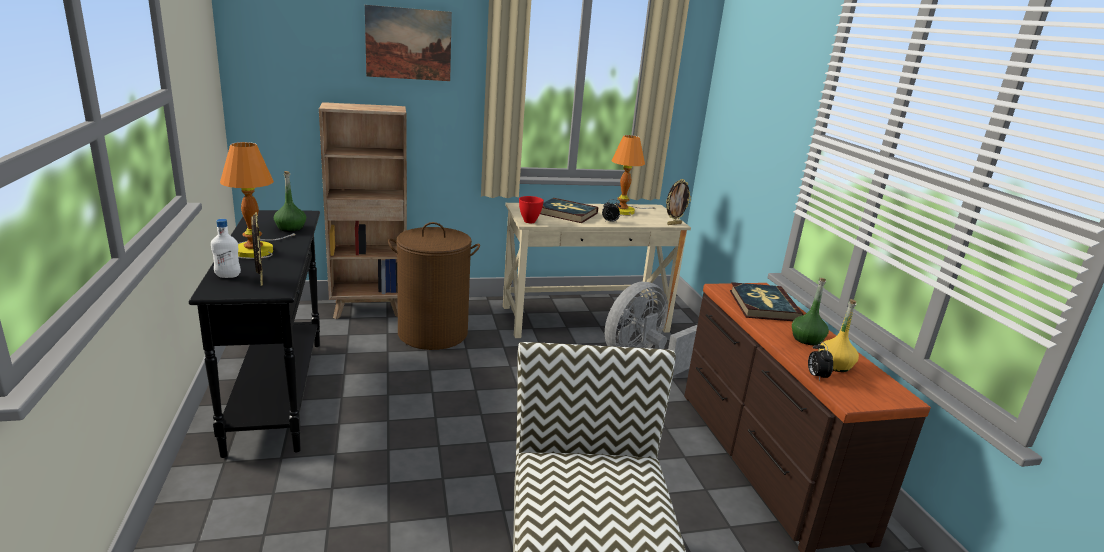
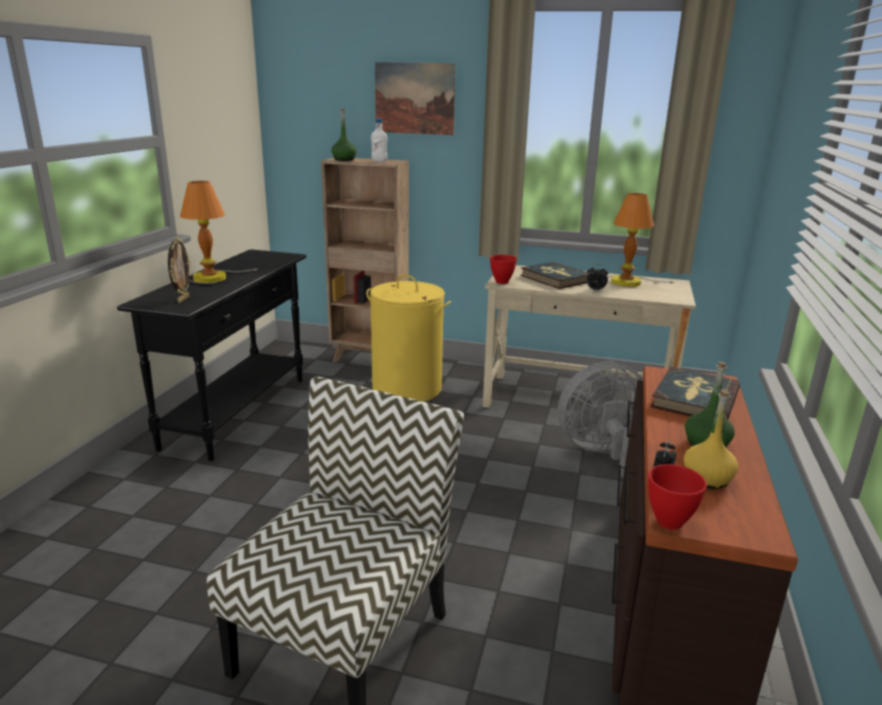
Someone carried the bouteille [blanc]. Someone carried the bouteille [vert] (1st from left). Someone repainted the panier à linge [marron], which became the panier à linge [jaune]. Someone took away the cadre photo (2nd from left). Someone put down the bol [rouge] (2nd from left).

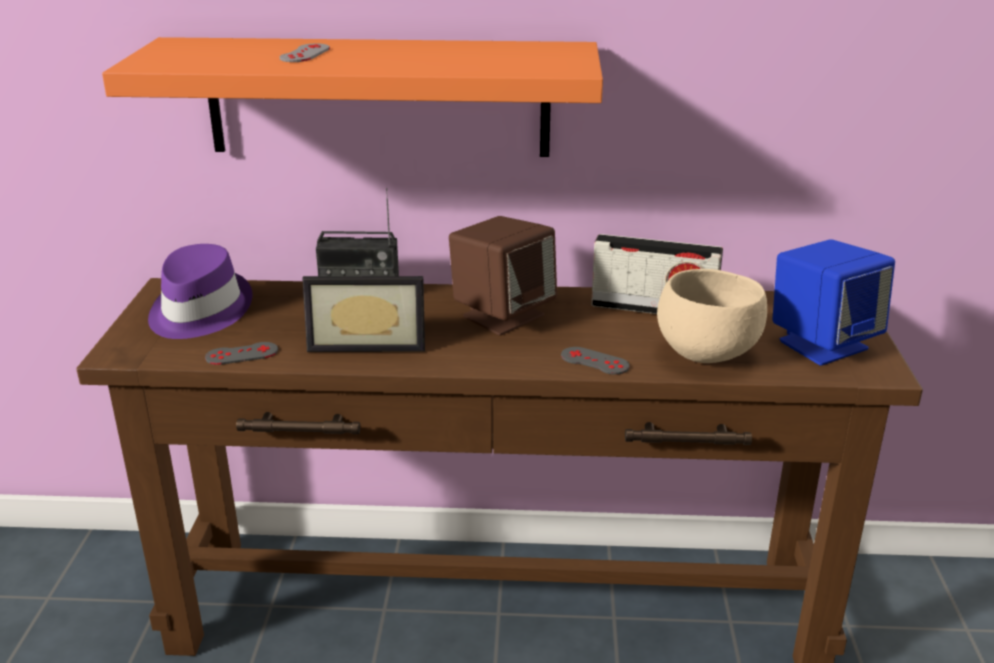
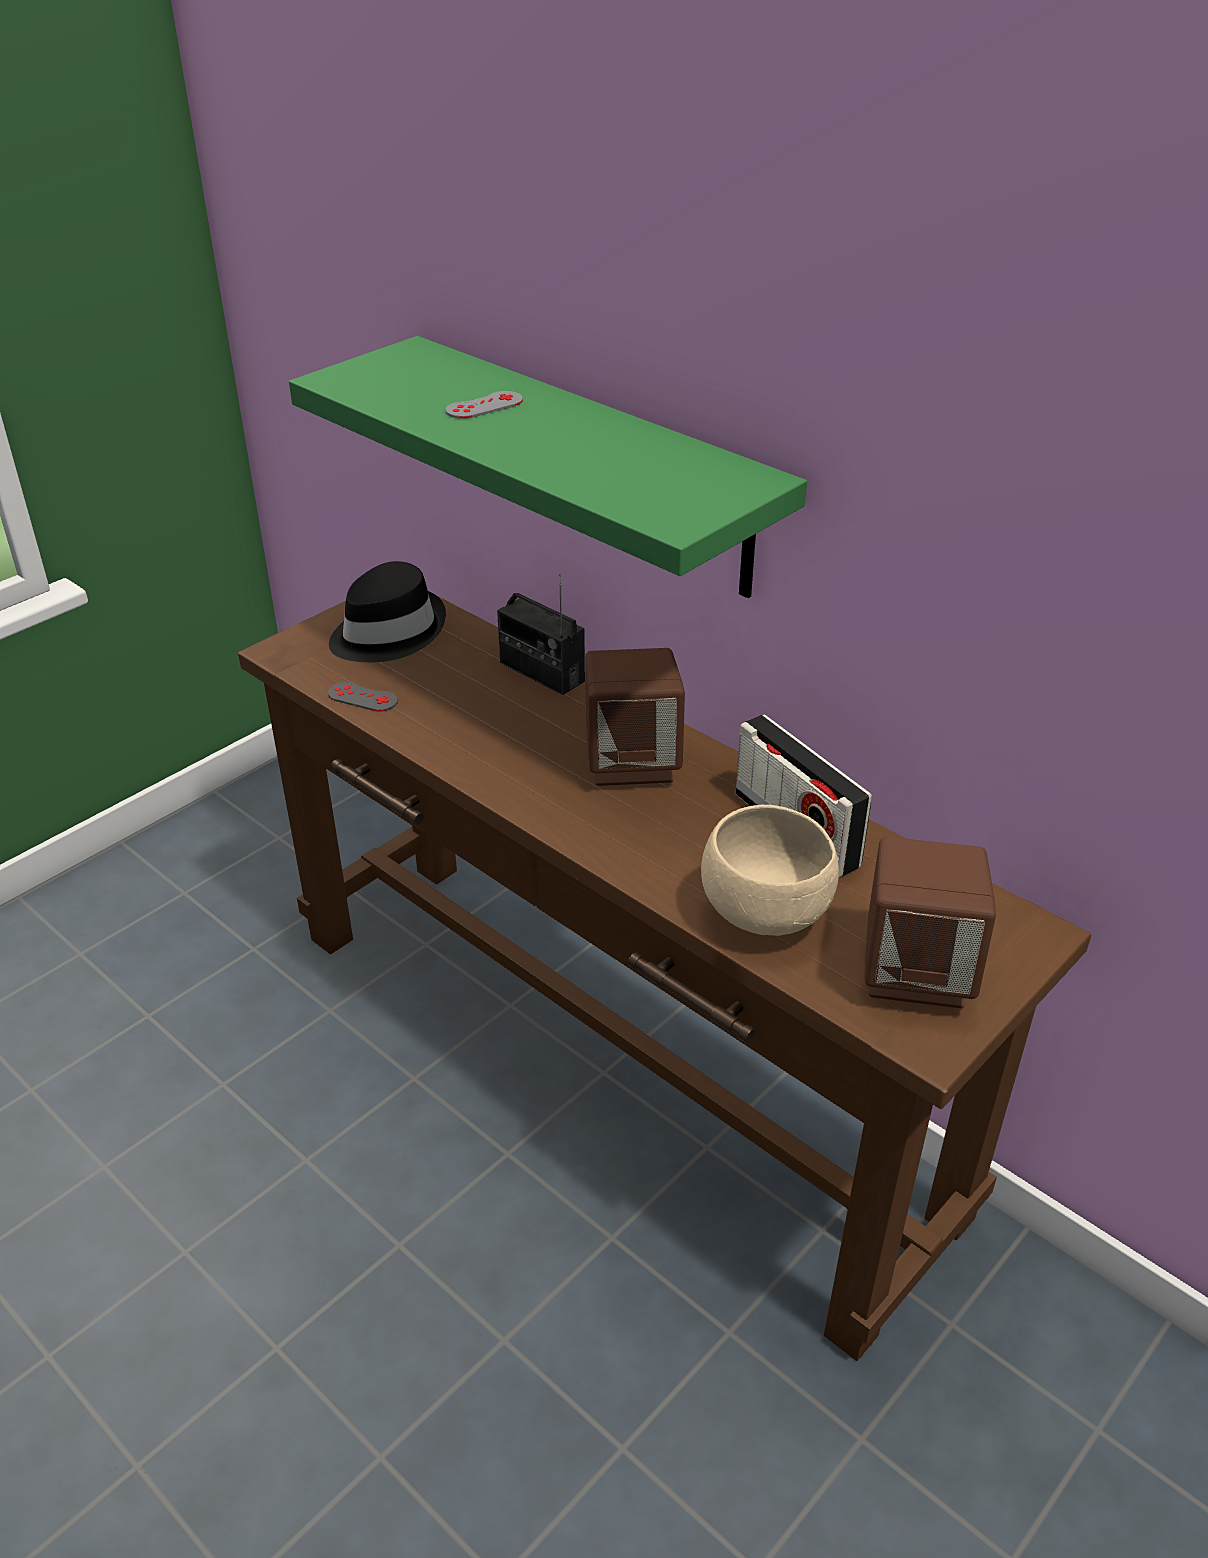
Someone repainted the étagère [orange], which became the étagère [vert]. Someone repainted the chapeau [violet], which became the chapeau [noir]. Someone took away the cadre photo. Someone took away the manette [gris] (3rd from left). Someone repainted the enceinte [bleu], which became the enceinte [marron] (2nd from left).

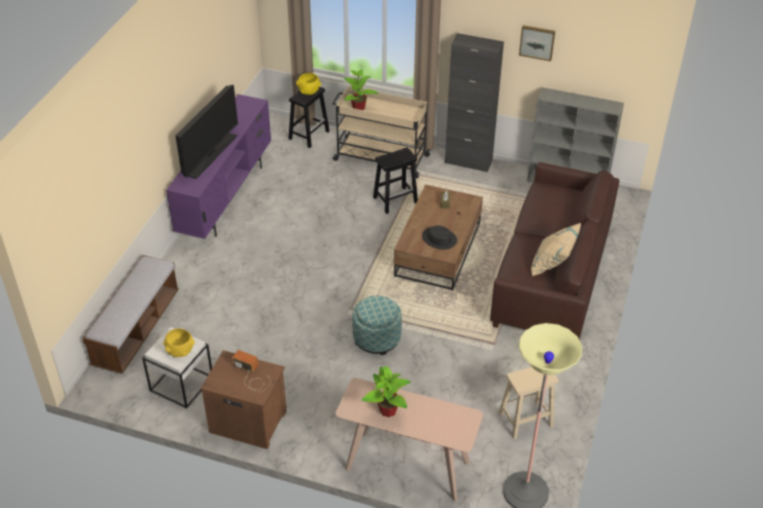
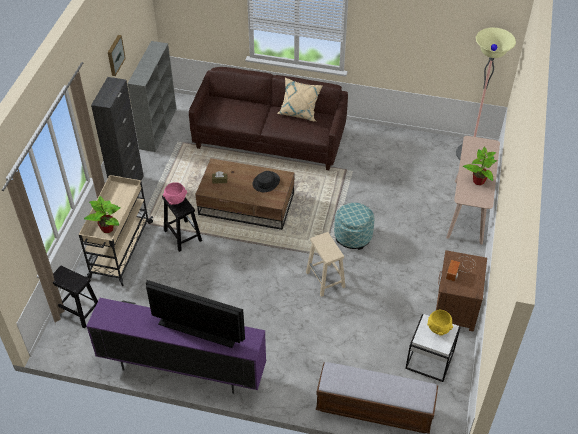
Someone took away the bol [jaune] (2nd from left). Someone carried the tabouret [beige]. Someone put down the bol [rose].

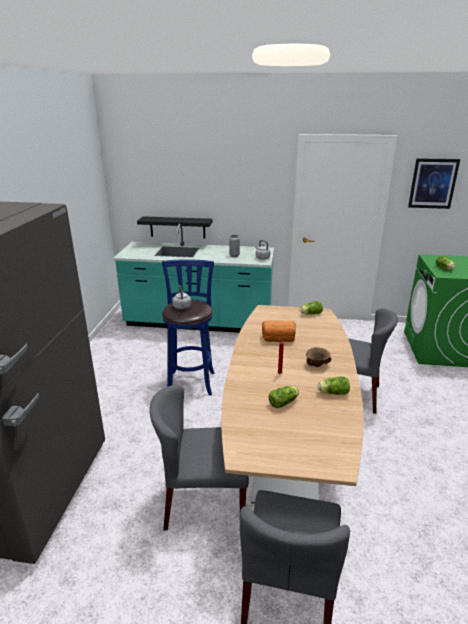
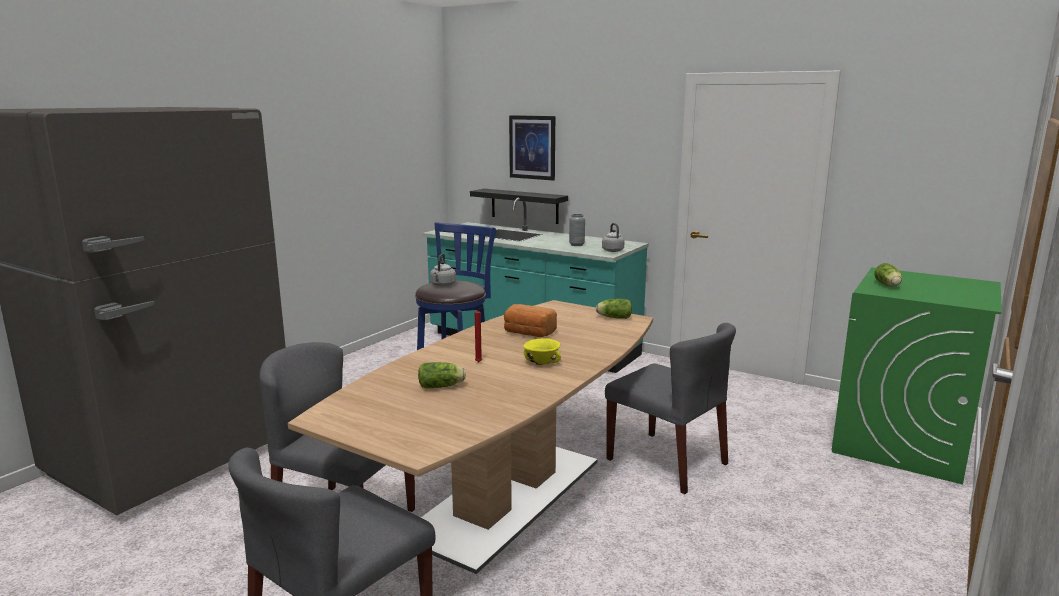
Someone repainted the bol [marron], which became the bol [jaune]. Someone took away the laitue (3rd from left). Someone carried the tableau.

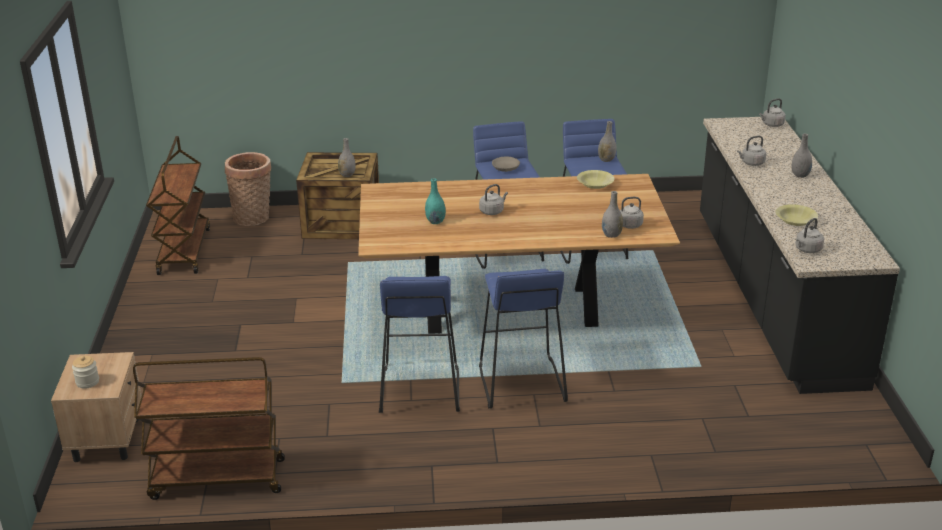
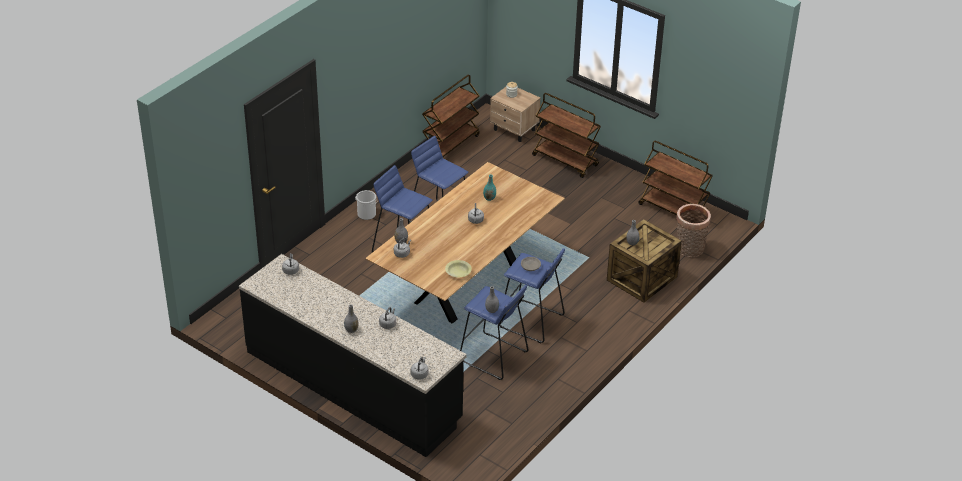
Someone took away the bol [jaune] (2nd from left). Someone put down the seau. Someone put down the chariot [marron] (2nd from left).

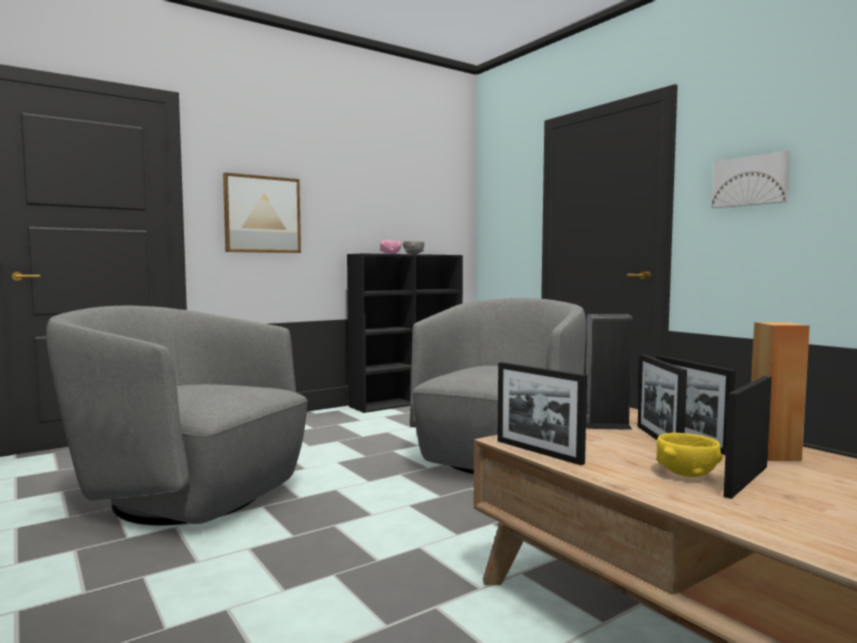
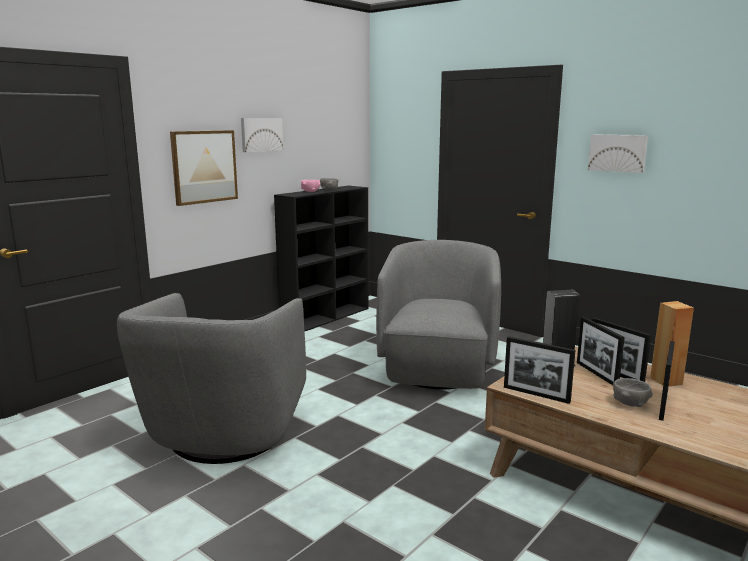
Someone rotated the fauteuil [gris] (1st from left) by 90 degrees counterclockwise. Someone repainted the bol [jaune], which became the bol [gris] (2nd from left). Someone put up the tableau (2nd from left).

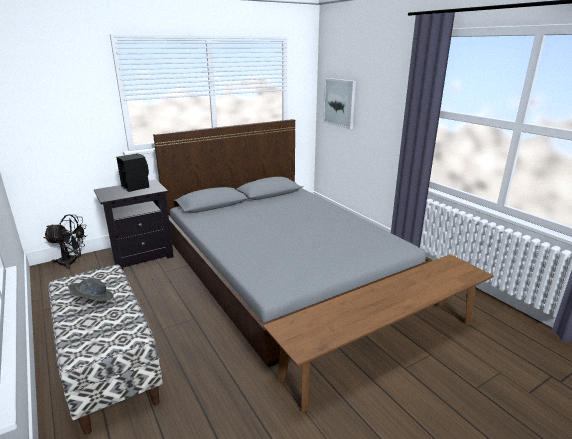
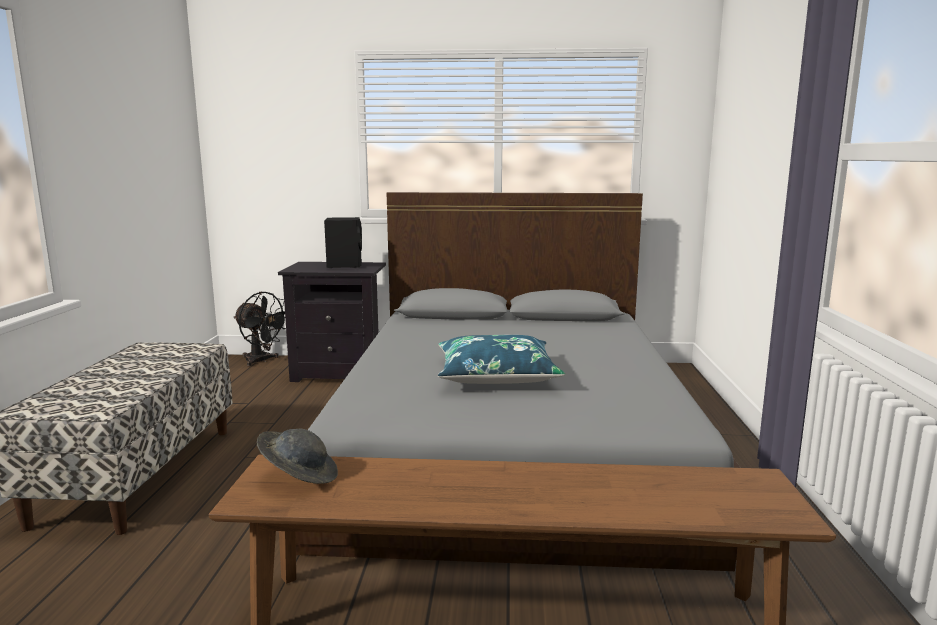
Someone carried the chapeau [gris]. Someone took away the tableau. Someone put down the coussin [bleu].

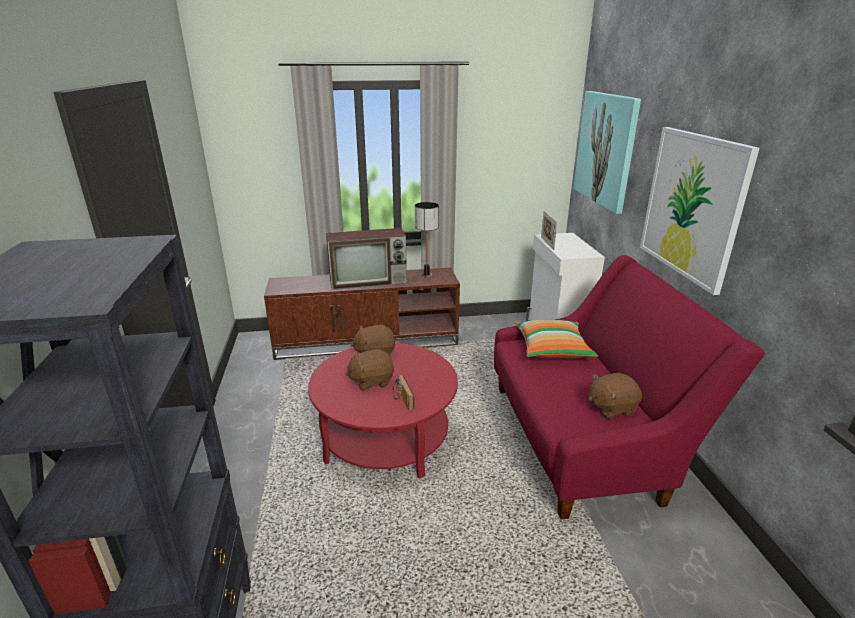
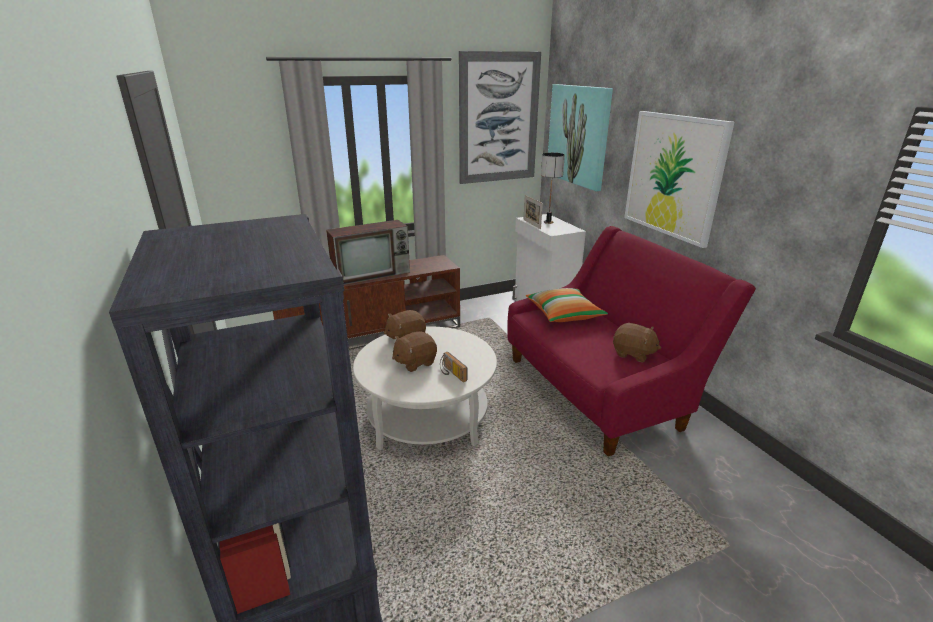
Someone repainted the table basse [rouge], which became the table basse [blanc]. Someone carried the lampe de table. Someone rotated the peluche [marron] (3rd from left) by 120 degrees counterclockwise. Someone put up the tableau (1st from left).

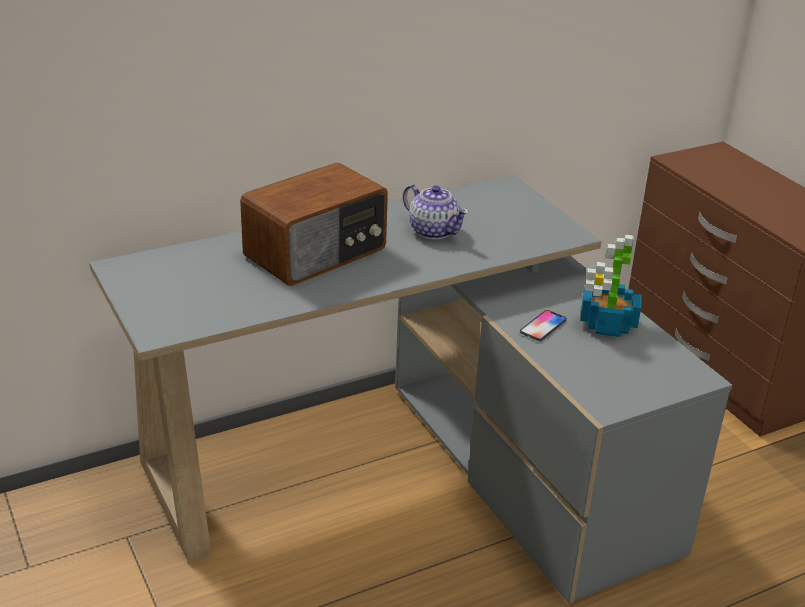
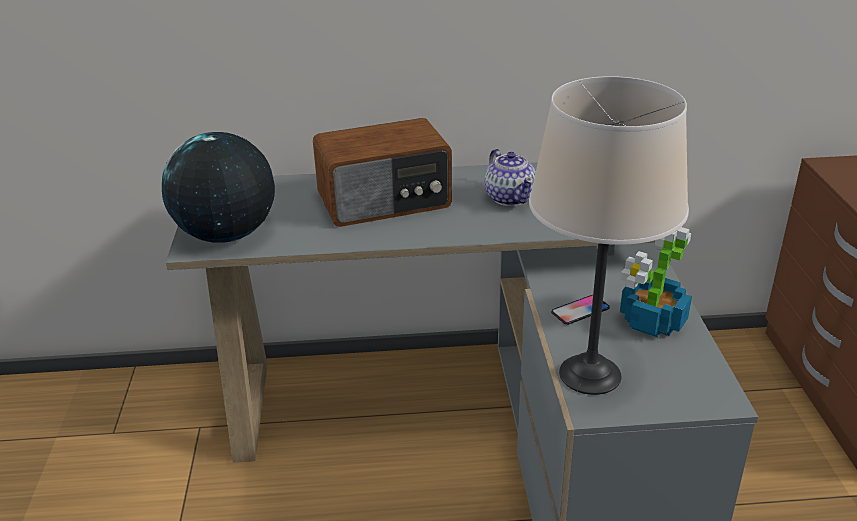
Someone put down the globe. Someone put down the lampe de table [beige].

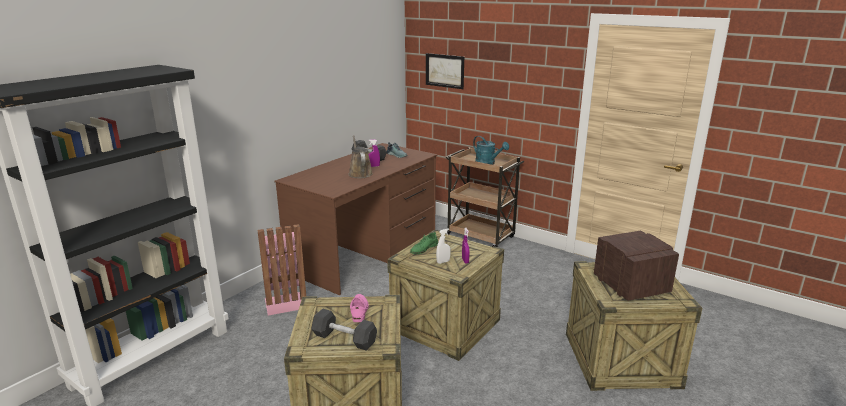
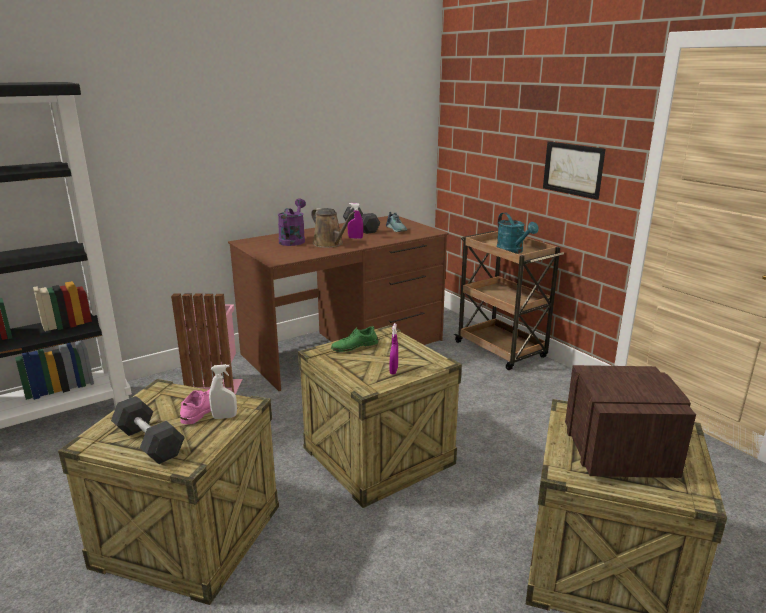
Someone rotated the arrosoir [marron] by 135 degrees clockwise. Someone carried the tableau. Someone carried the vaporisateur [blanc]. Someone put down the arrosoir [violet].

